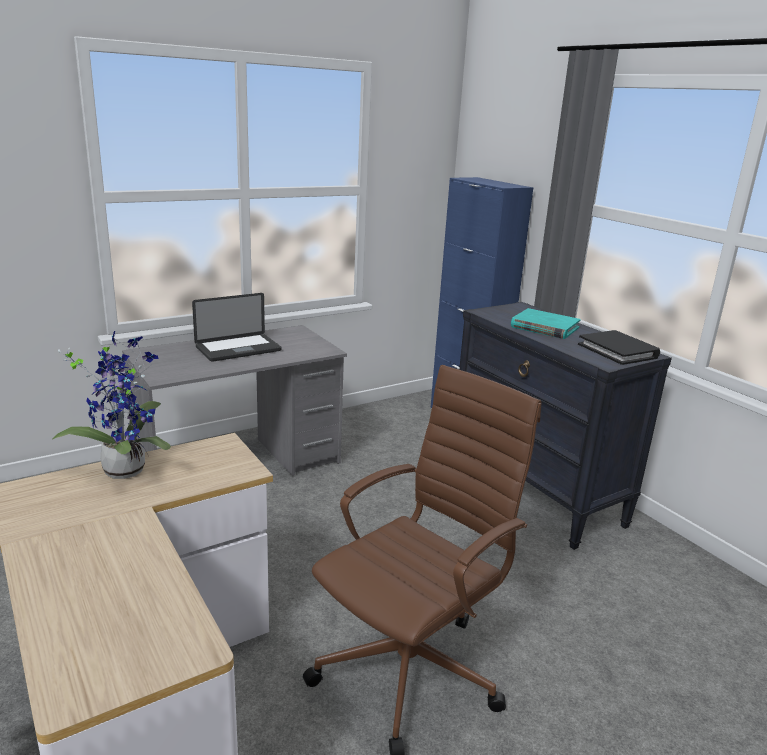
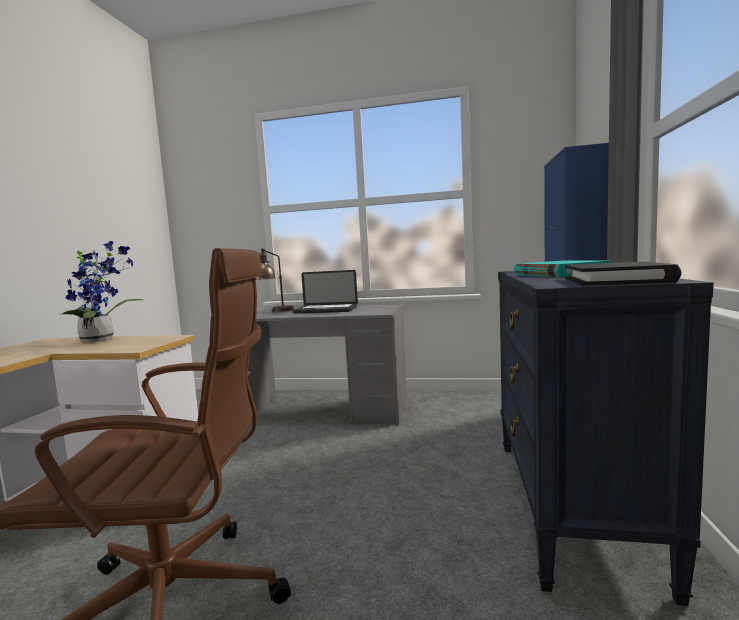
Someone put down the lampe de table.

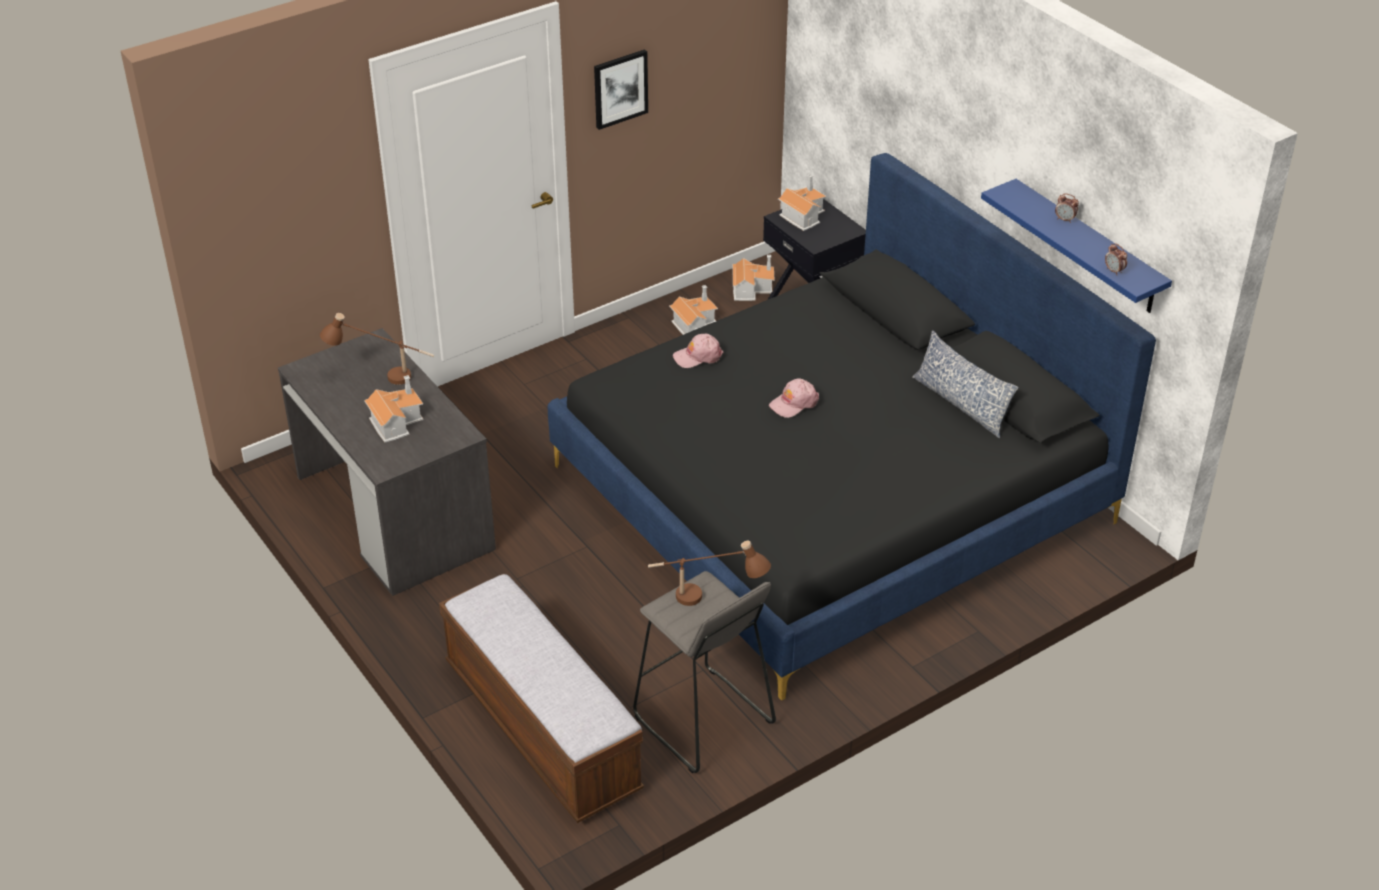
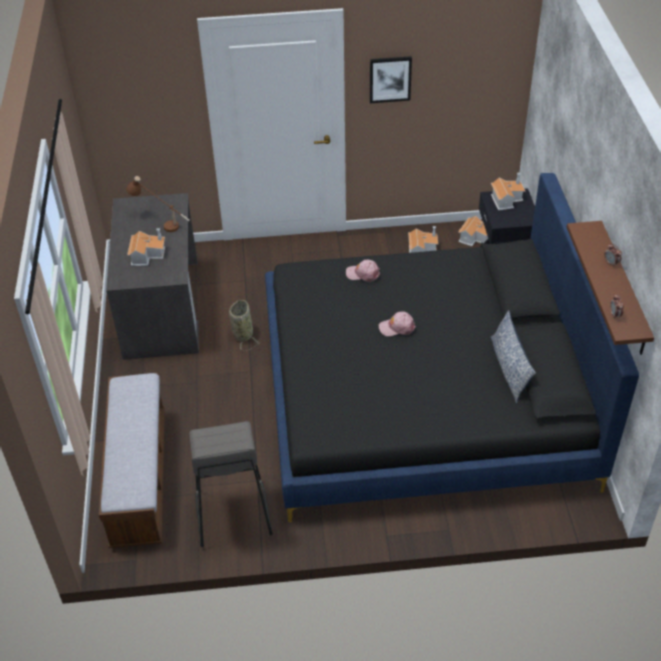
Someone took away the lampe de table [marron] (2nd from left). Someone repainted the étagère [bleu], which became the étagère [marron]. Someone put down the panier.

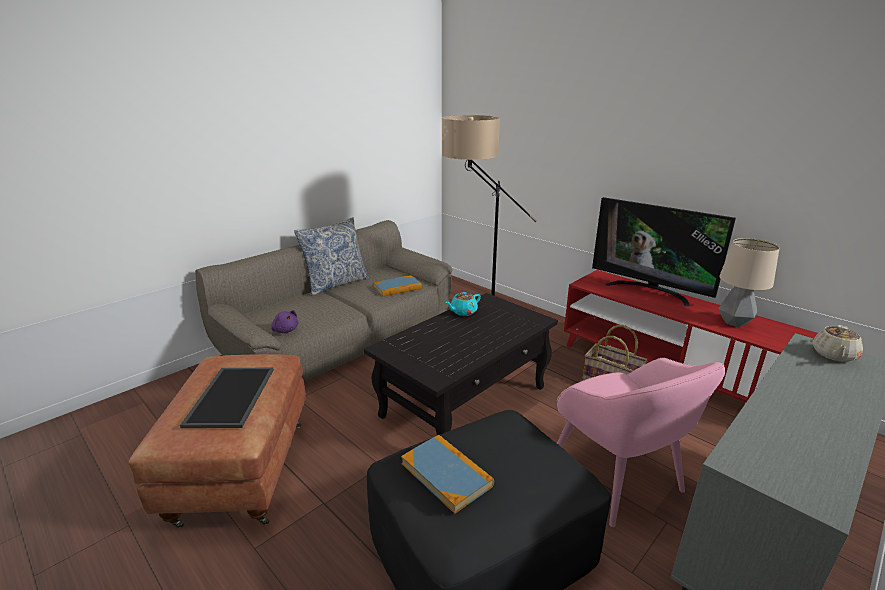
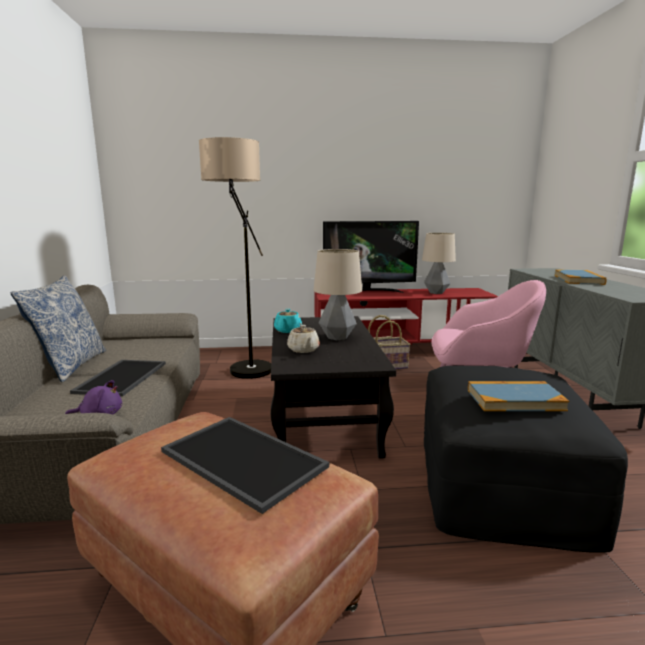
Someone carried the livre (1st from left in the first image). Someone carried the théière [beige]. Someone put down the plateau (1st from left). Someone put down the lampe de table (1st from left).

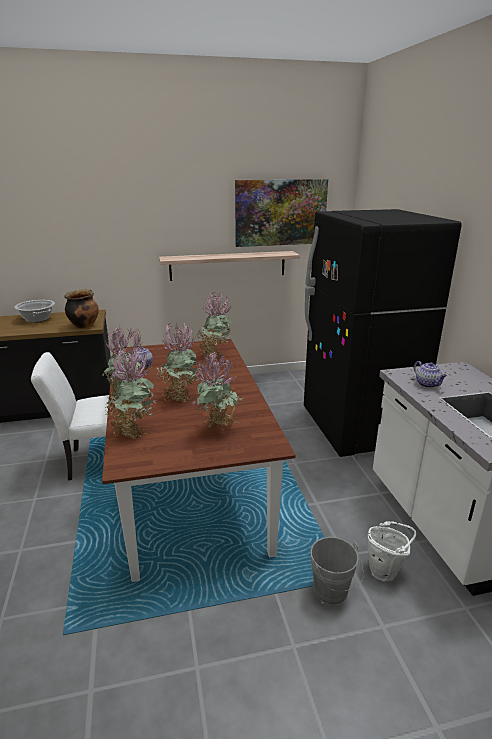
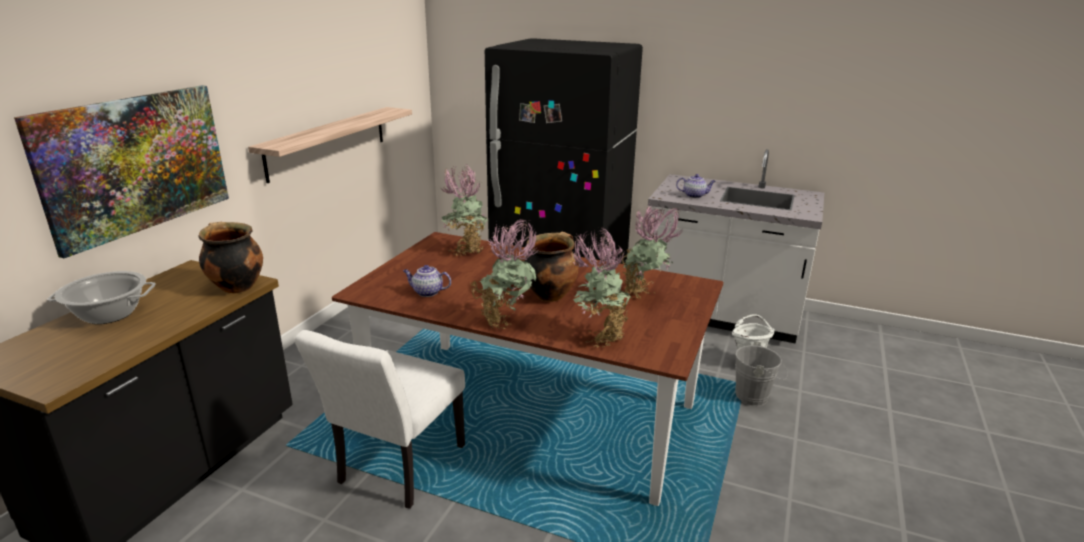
Someone swapped the plante en pot (3rd from left) for the marmite (3rd from left). Someone carried the tableau.

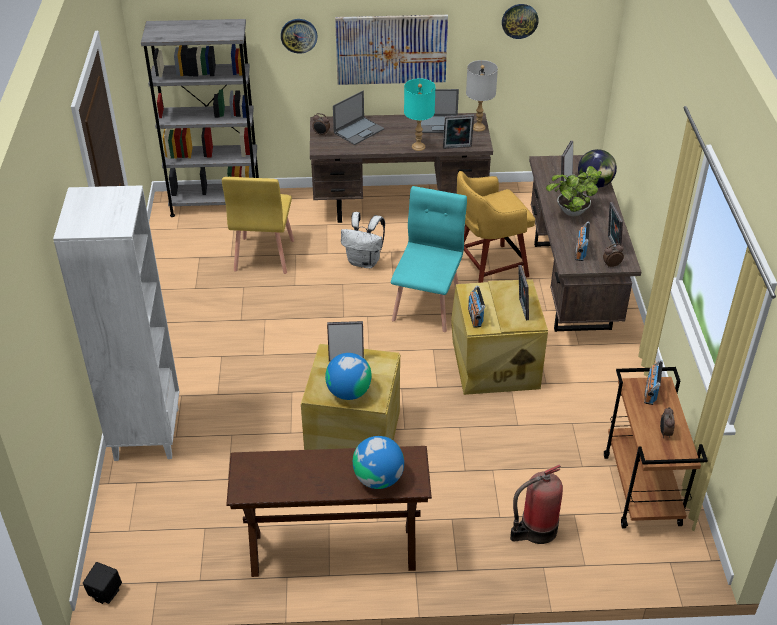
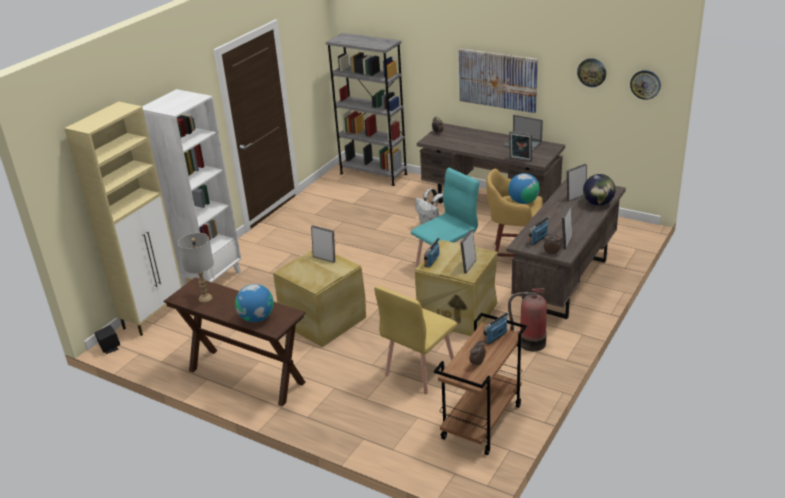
Someone carried the chaise [jaune]. Someone carried the horloge murale (1st from left in the first image). Someone carried the globe (1st from left in the first image). Someone took away the ordinateur portable (1st from left). Someone took away the lampe de table [turquoise]. Someone carried the lampe de table [gris]. Someone carried the extincteur. Someone took away the plante en pot. Someone put down the meuble de rangement [beige].

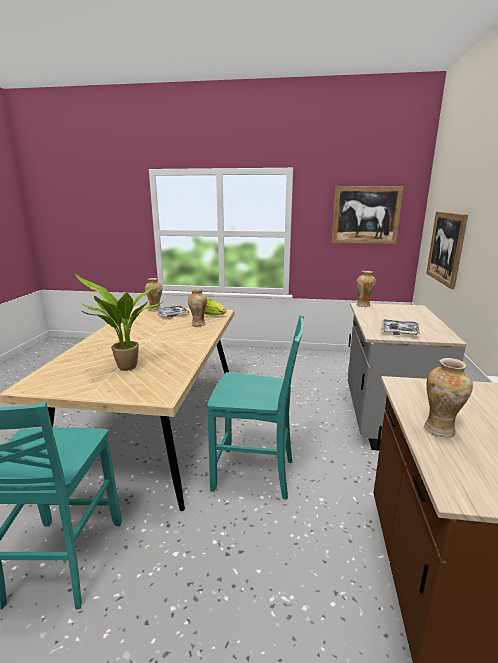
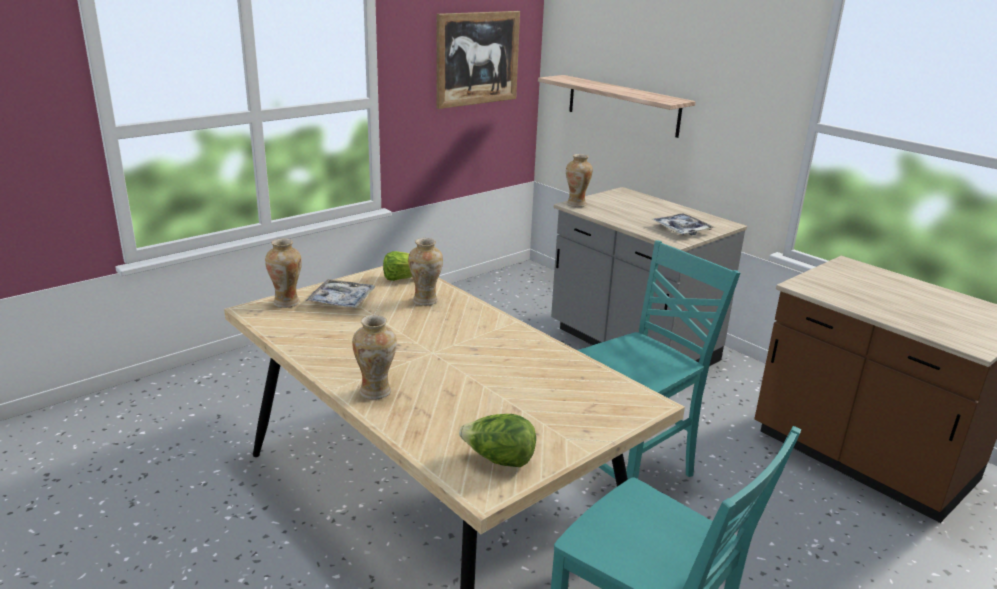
Someone took away the plante en pot. Someone carried the vase (4th from left in the first image). Someone swapped the tableau (2nd from left) for the étagère. Someone put down the laitue (2nd from left).

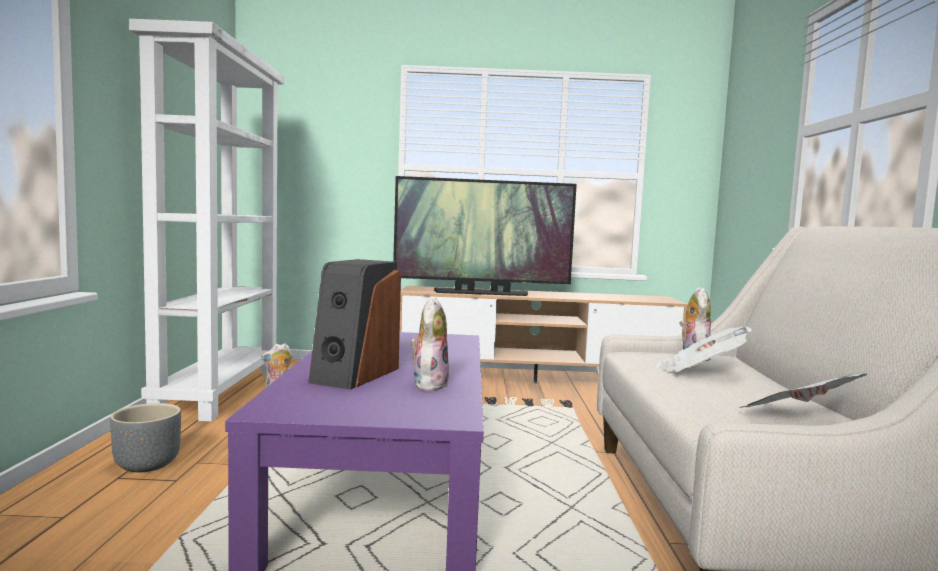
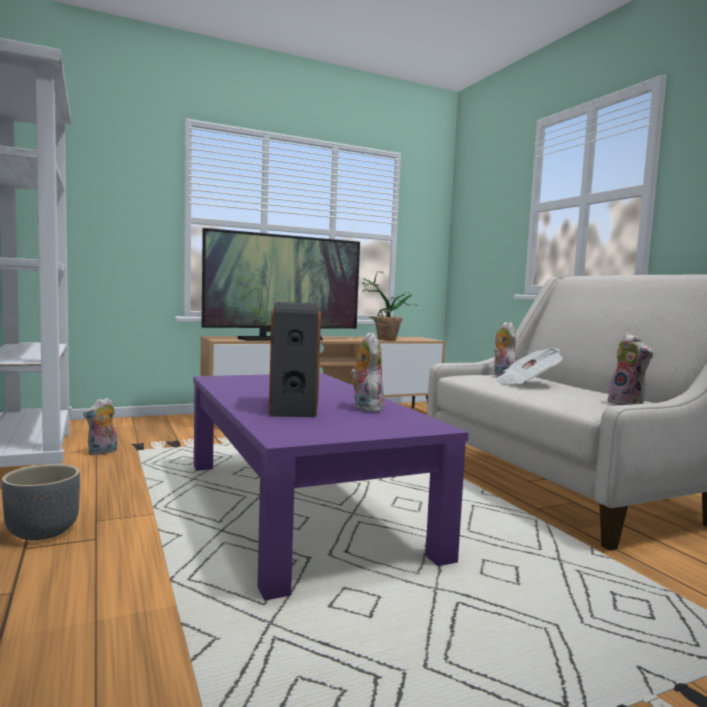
Someone swapped the journal (2nd from left) for the peluche (4th from left). Someone put down the plante en pot.

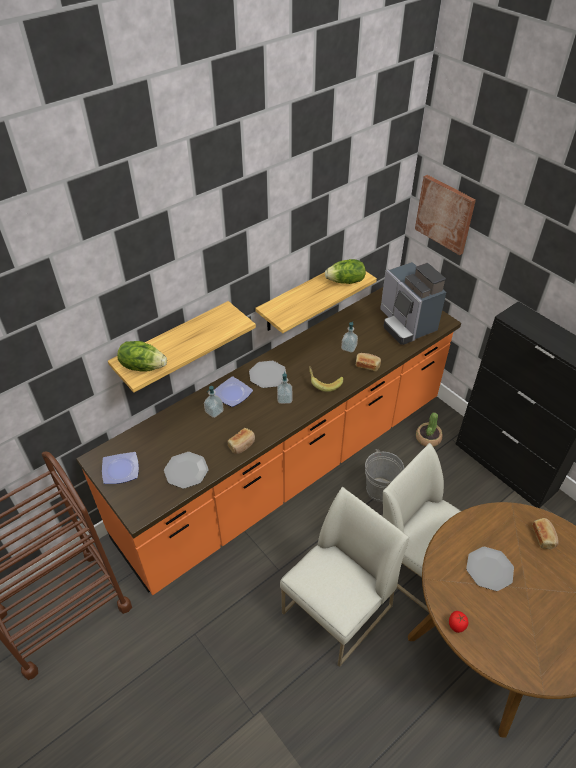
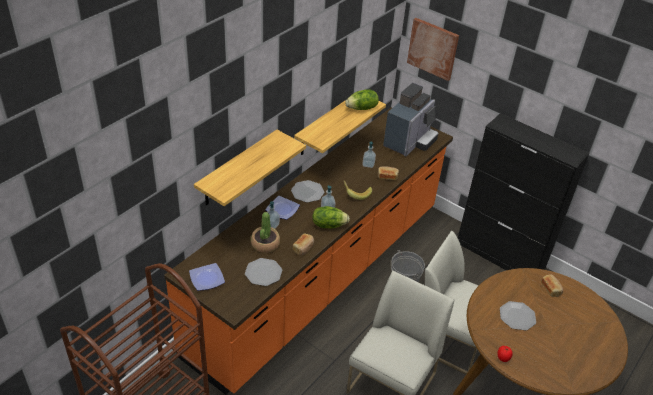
Someone carried the laitue (1st from left). Someone rotated the machine à café by 105 degrees counterclockwise. Someone carried the plante en pot.

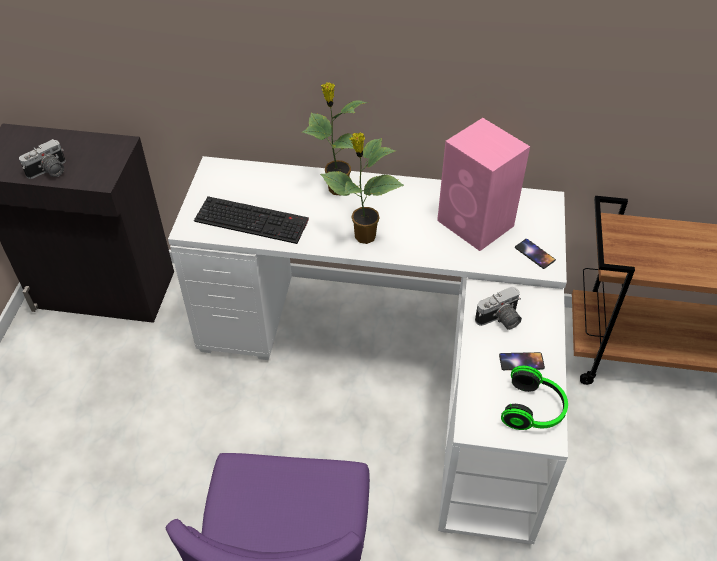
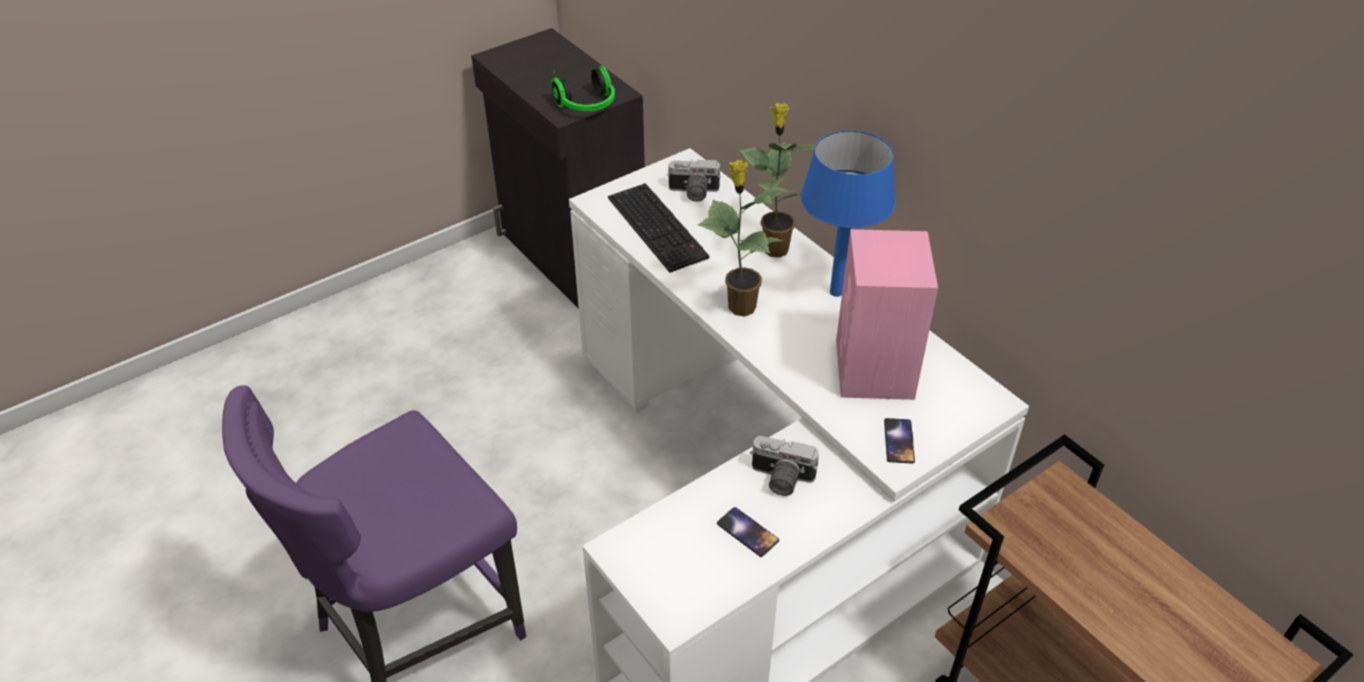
Someone carried the appareil photo (1st from left). Someone carried the casque audio. Someone put down the lampe de table [bleu].

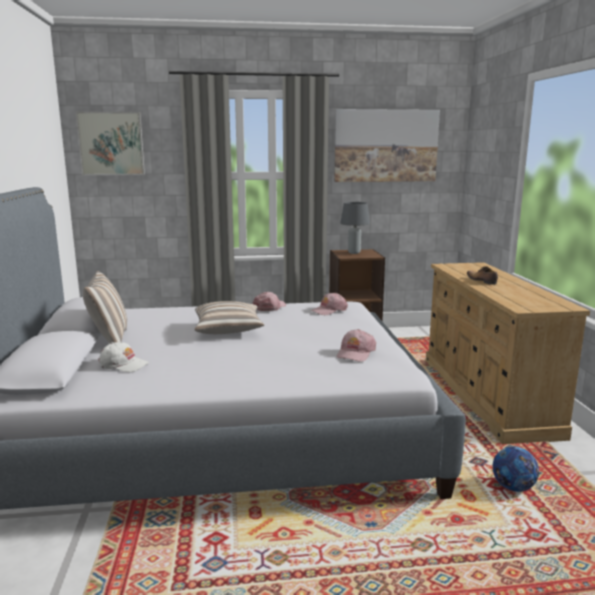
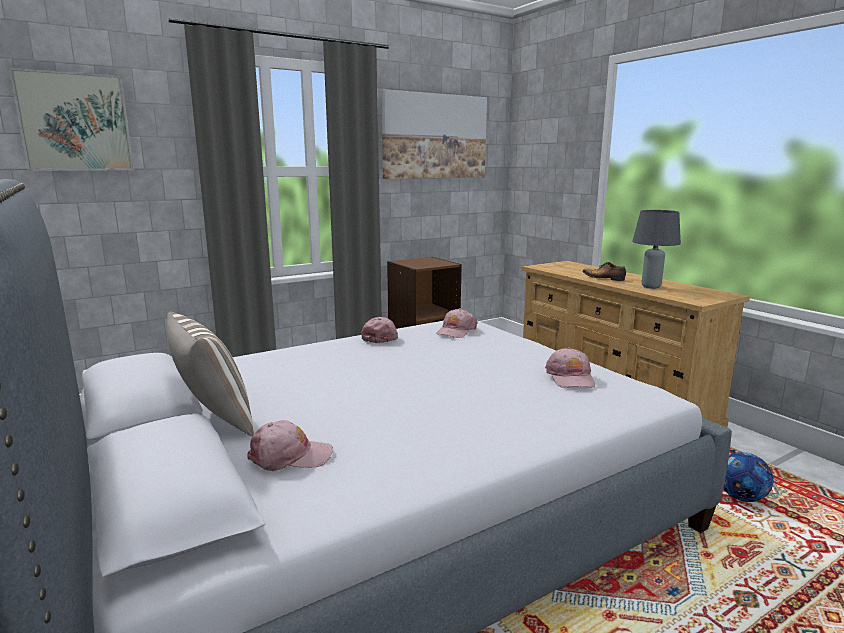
Someone repainted the casquette [blanc], which became the casquette [rose] (1st from left). Someone took away the coussin (2nd from left). Someone carried the lampe de table [gris].

